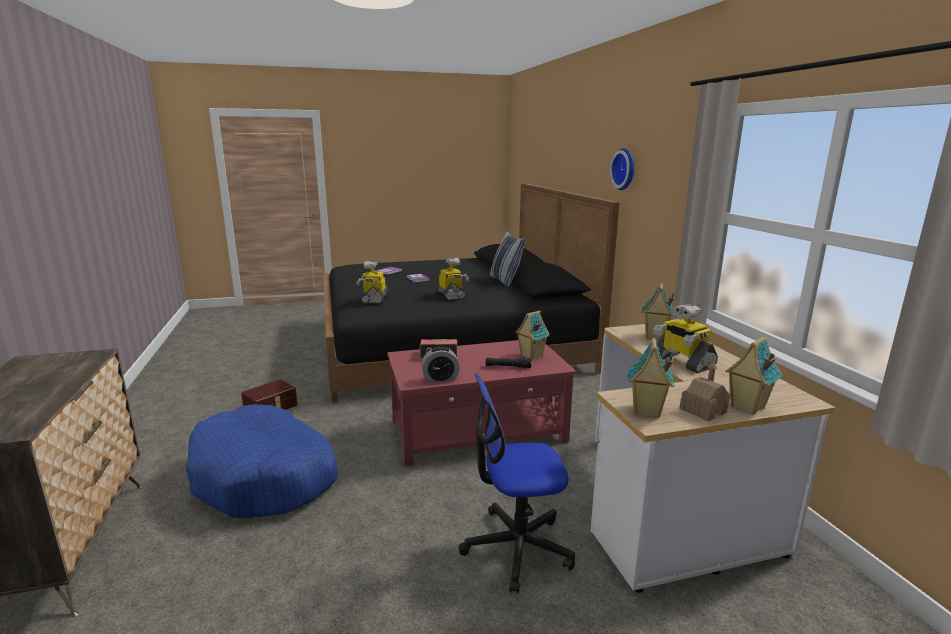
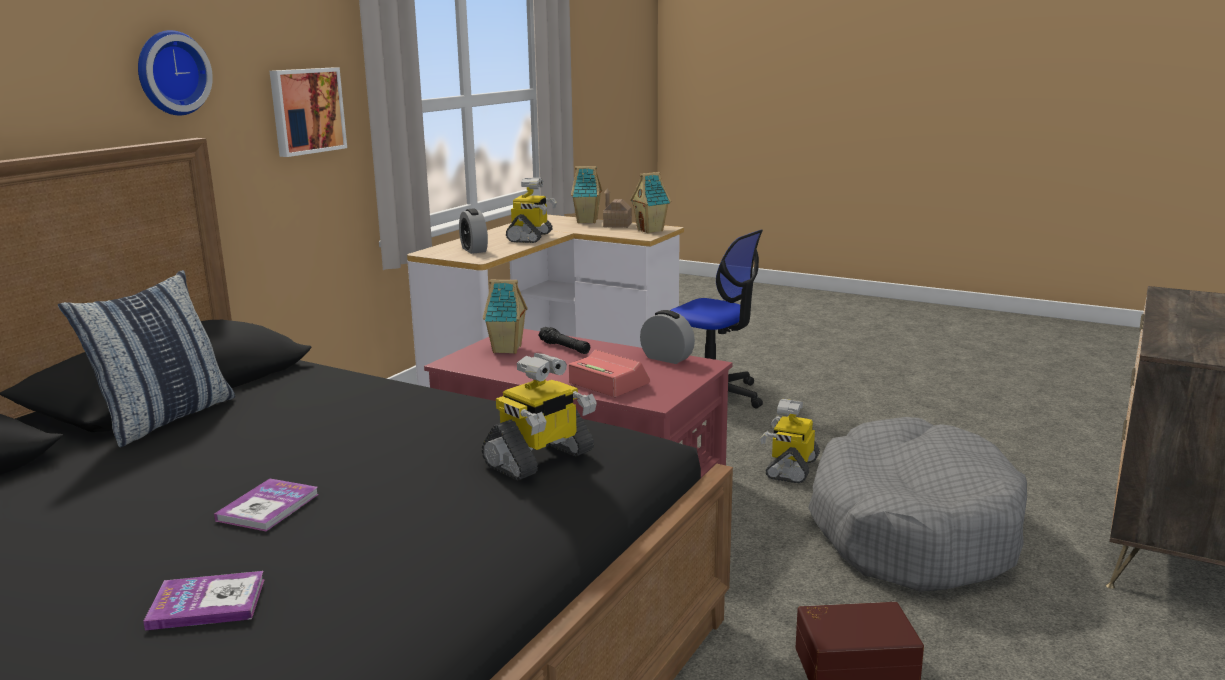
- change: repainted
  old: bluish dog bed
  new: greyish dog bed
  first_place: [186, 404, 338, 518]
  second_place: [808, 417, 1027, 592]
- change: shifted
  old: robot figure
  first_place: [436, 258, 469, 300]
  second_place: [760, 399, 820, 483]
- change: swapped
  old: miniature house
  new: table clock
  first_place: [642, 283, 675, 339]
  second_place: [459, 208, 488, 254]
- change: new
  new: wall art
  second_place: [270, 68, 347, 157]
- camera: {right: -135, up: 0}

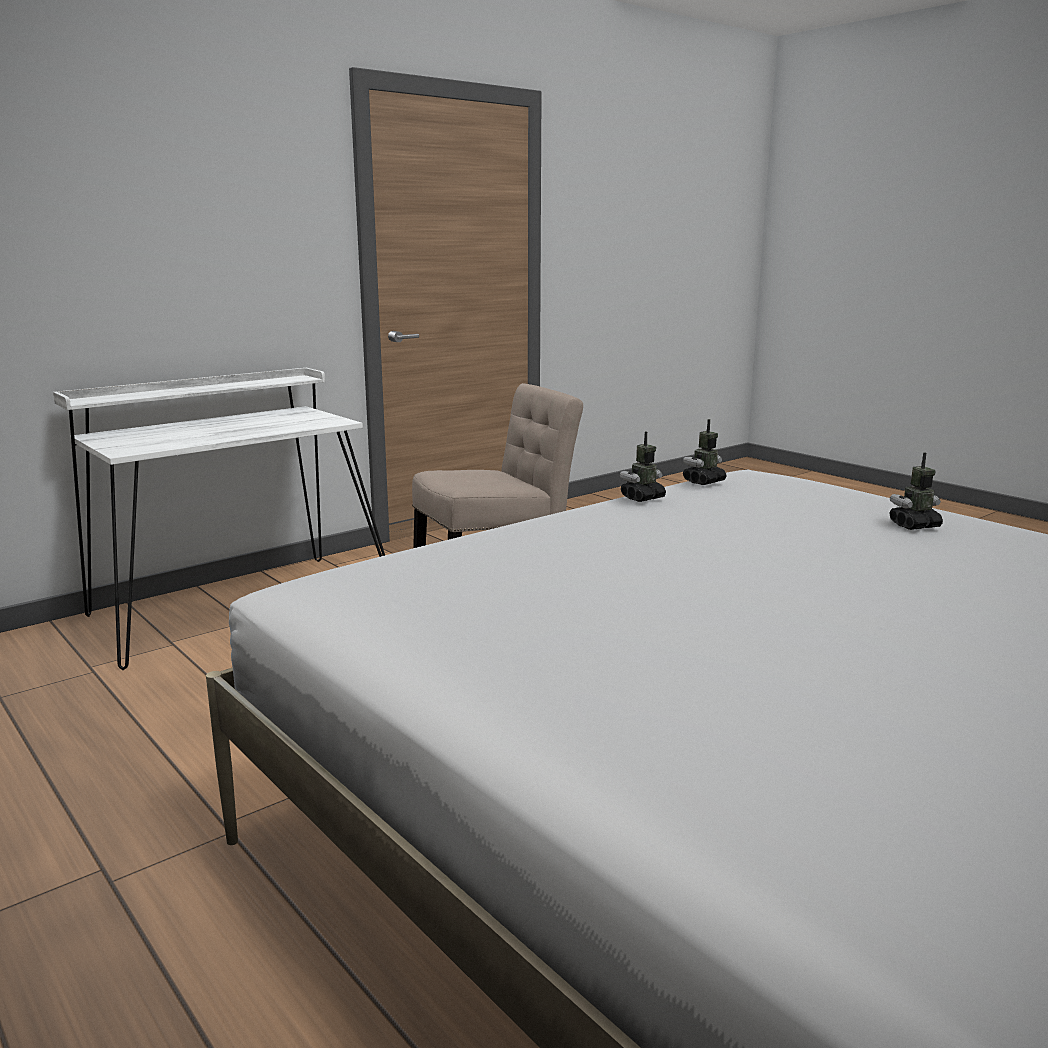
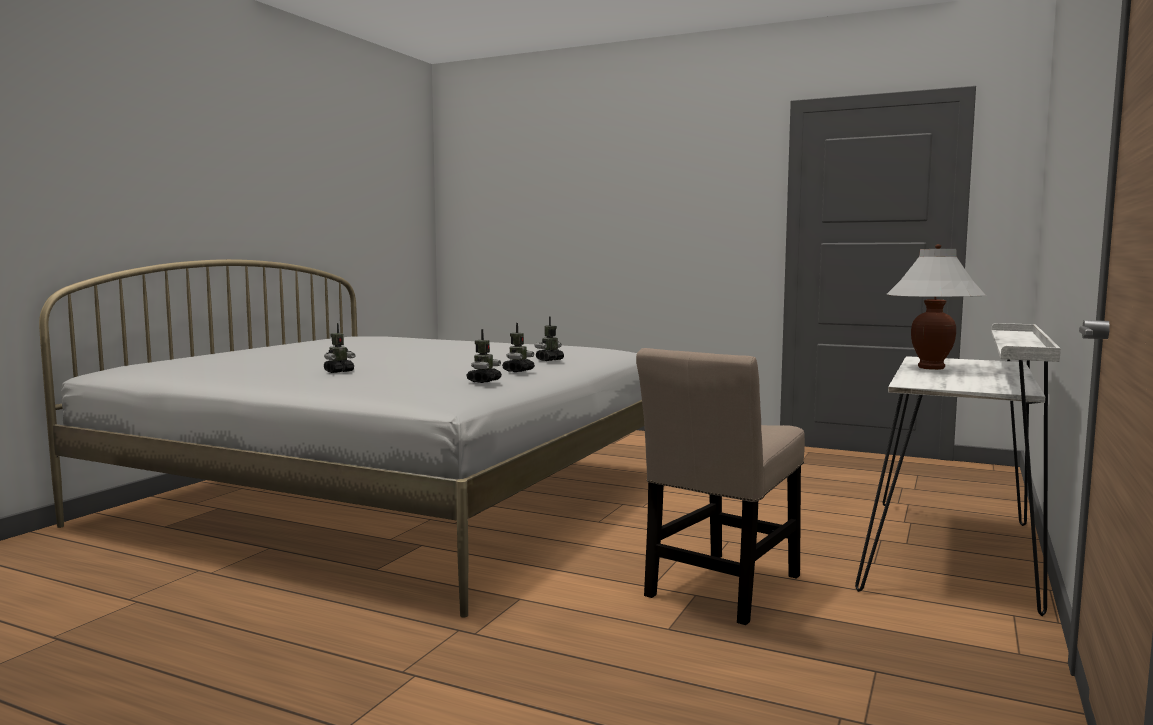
- change: new
  new: robot figure
  second_place: [535, 317, 564, 361]
- change: new
  new: whitish lamp for a table
  second_place: [887, 244, 987, 370]
- camera: {right: 155, up: -10}

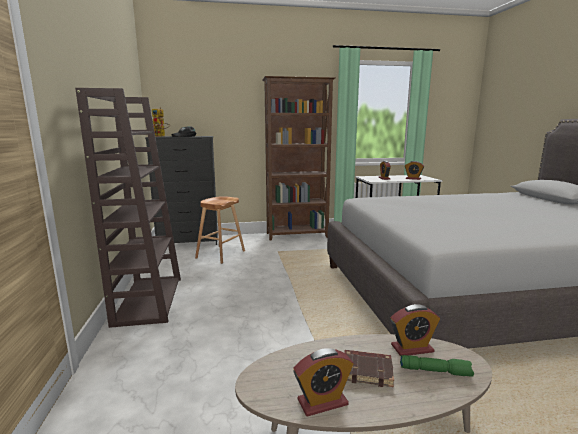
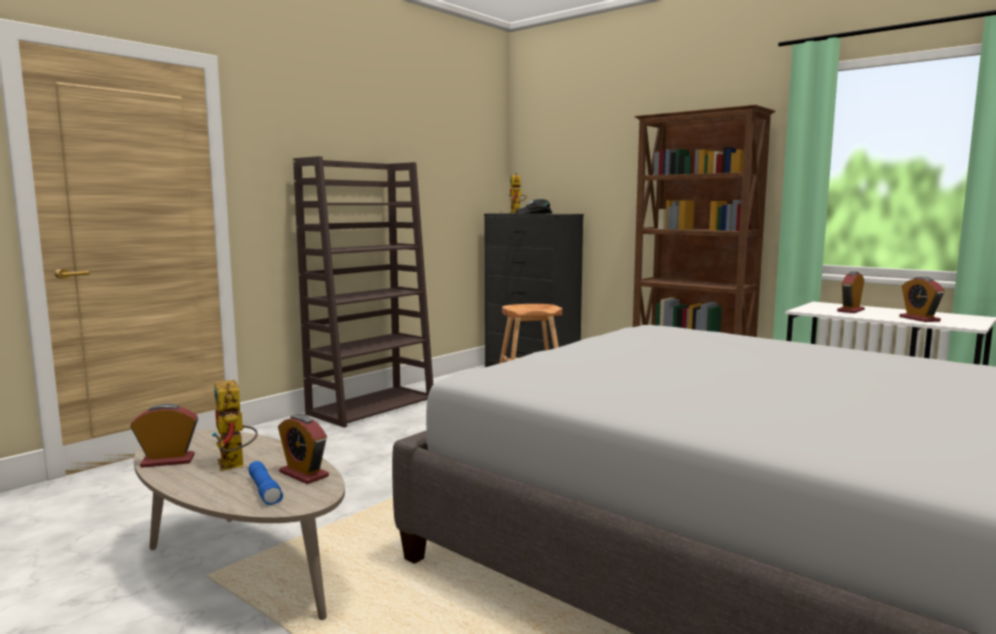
- change: rotated
  old: table clock
  first_place: [293, 348, 353, 417]
  second_place: [131, 403, 198, 468]
  degrees: 135
- change: swapped
  old: brown volume
  new: robot figure
  first_place: [344, 350, 394, 387]
  second_place: [212, 380, 258, 471]
- change: repainted
  old: green-coloured flashlight
  new: bluish flashlight
  first_place: [400, 355, 474, 377]
  second_place: [248, 461, 283, 505]
- camera: {right: 50, up: -5}

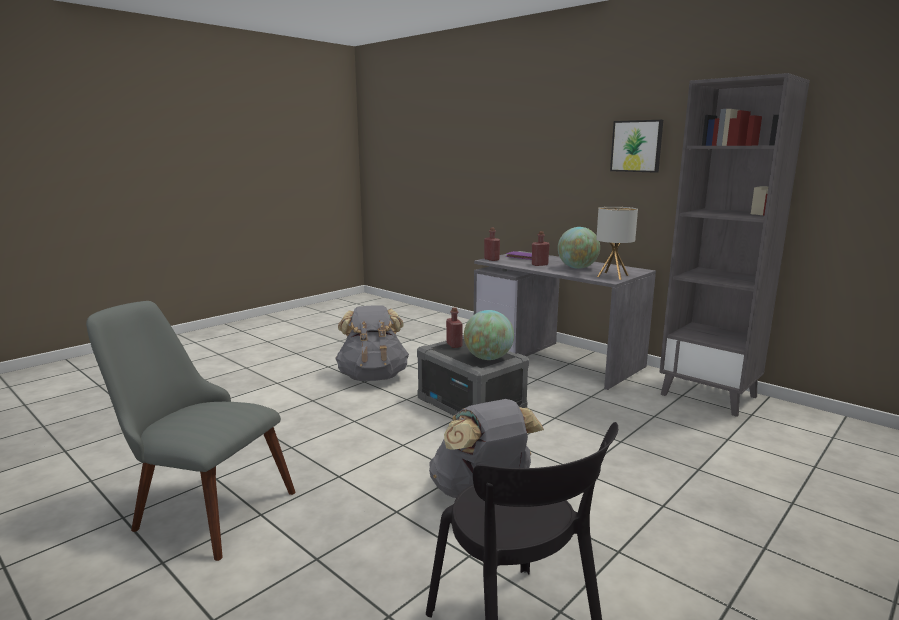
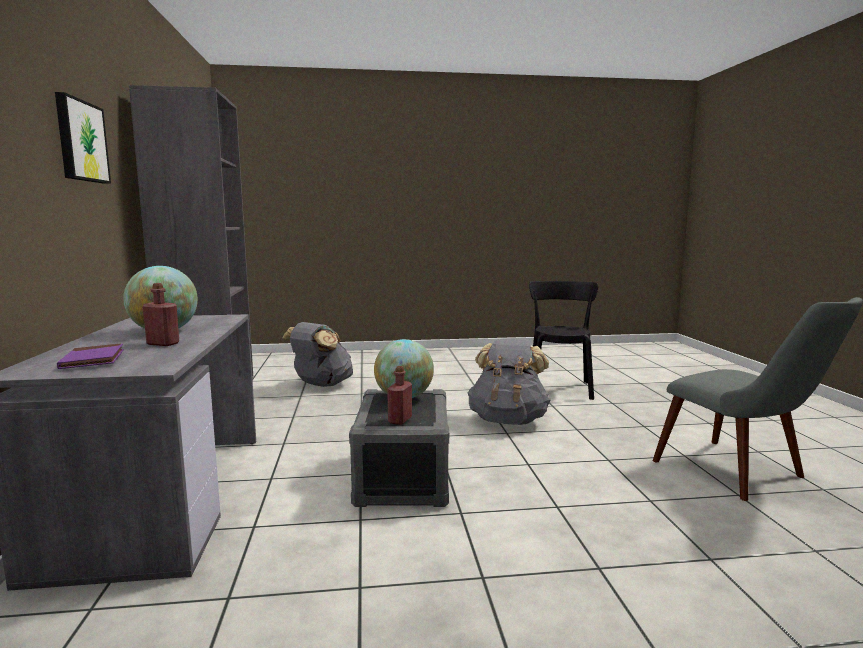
- change: shifted
  old: greyish rucksack
  first_place: [335, 305, 409, 381]
  second_place: [282, 322, 353, 387]
- change: gone
  old: reddish drink bottle
  first_place: [484, 228, 500, 261]
- change: gone
  old: lamp for a table
  first_place: [596, 207, 638, 280]
- camera: {right: -140, up: -5}

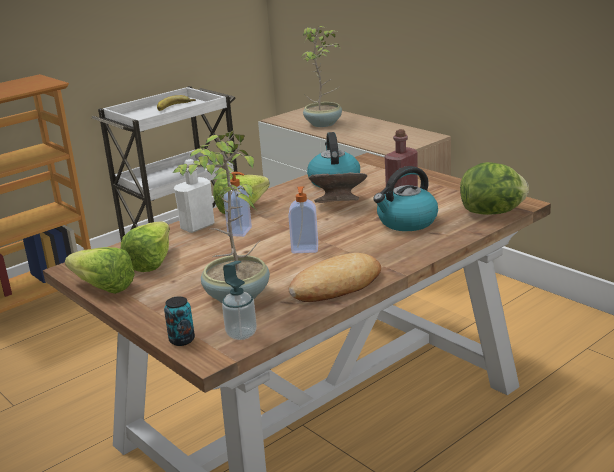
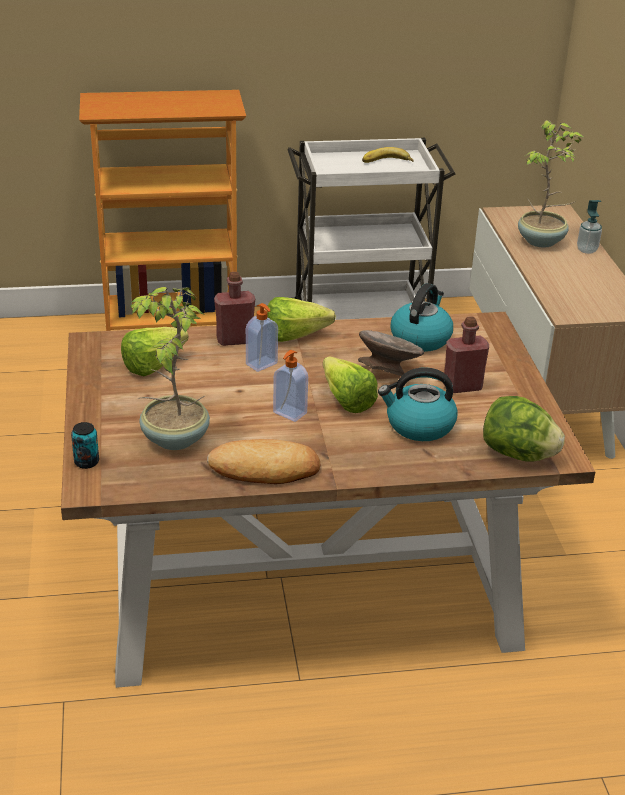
- change: shifted
  old: lettuce
  first_place: [65, 247, 135, 294]
  second_place: [323, 357, 378, 413]
- change: repainted
  old: whitish drink bottle
  new: reddish drink bottle
  first_place: [174, 159, 215, 233]
  second_place: [214, 272, 255, 346]
- change: shifted
  old: soap bottle
  first_place: [222, 261, 257, 340]
  second_place: [577, 200, 602, 254]
- camera: {right: 30, up: 10}

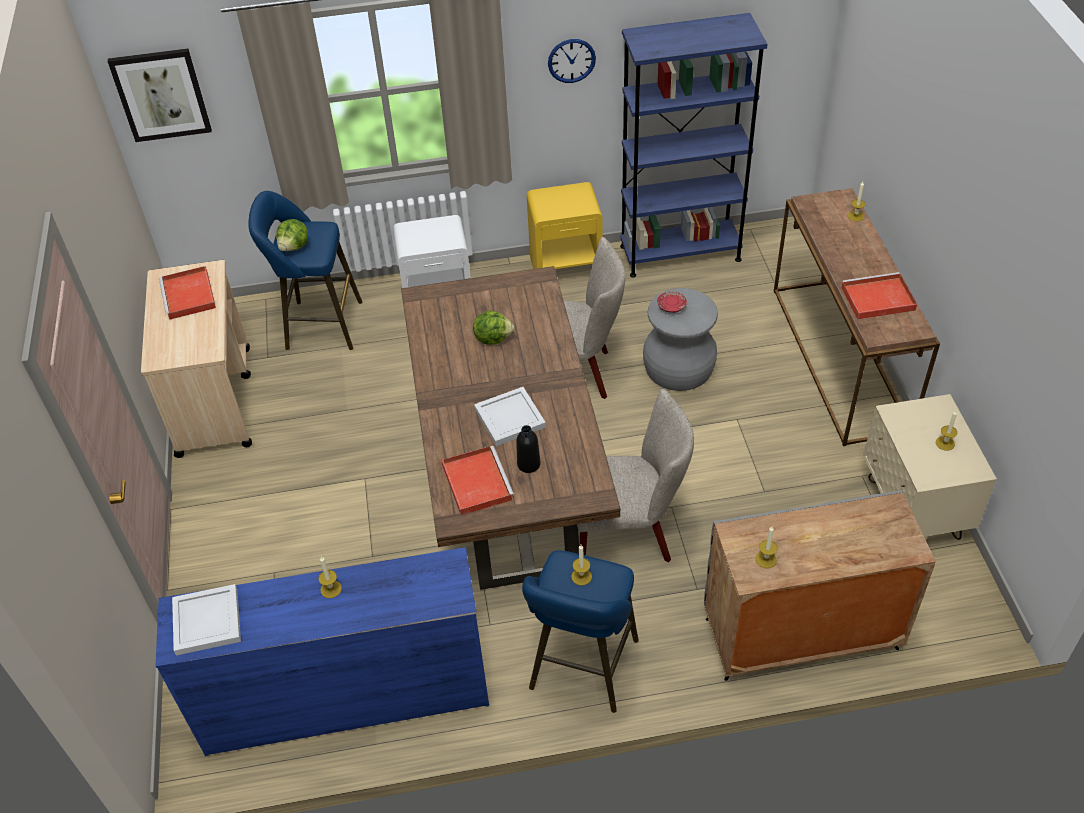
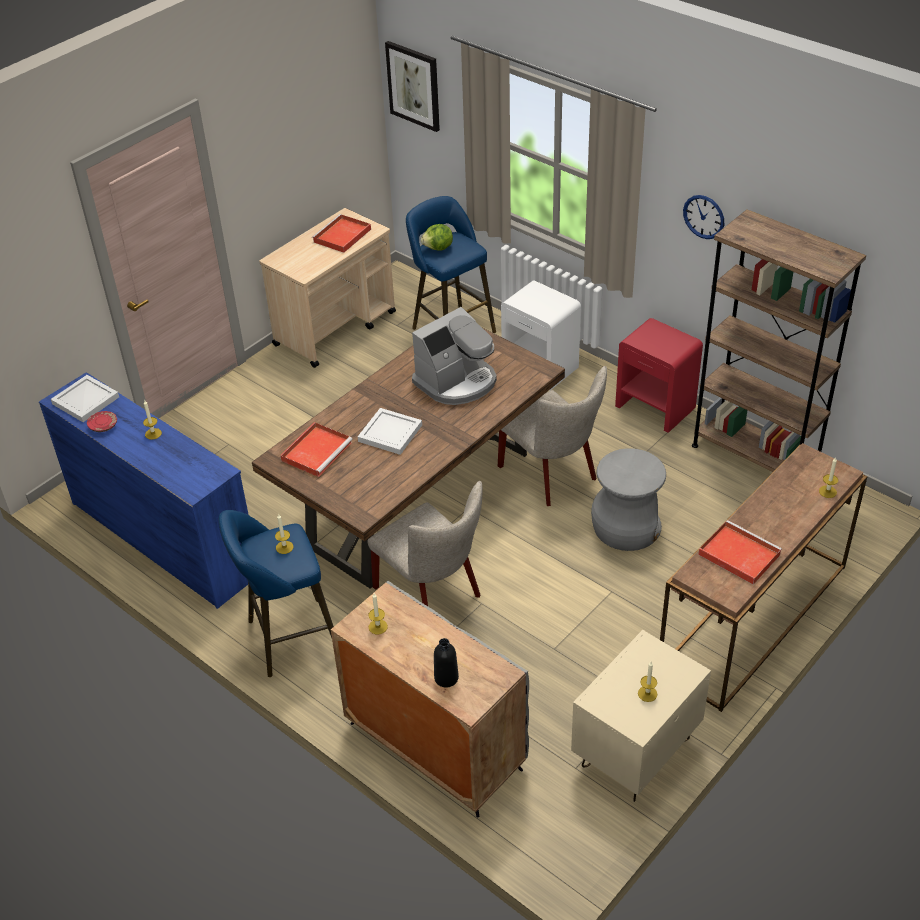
- change: swapped
  old: lettuce
  new: coffee machine
  first_place: [473, 310, 514, 345]
  second_place: [412, 307, 497, 405]
- change: shifted
  old: black-coloured drink bottle
  first_place: [516, 425, 540, 473]
  second_place: [434, 638, 459, 687]
- change: repainted
  old: yellow bedside table
  new: reddish bedside table
  first_place: [527, 182, 603, 269]
  second_place: [615, 318, 703, 433]
- change: repainted
  old: bluish bookcase
  new: brown bookcase
  first_place: [620, 13, 767, 278]
  second_place: [692, 209, 866, 472]
- change: shifted
  old: reddish flat dish
  first_place: [657, 291, 687, 313]
  second_place: [87, 411, 117, 432]
- camera: {right: 50, up: -5}

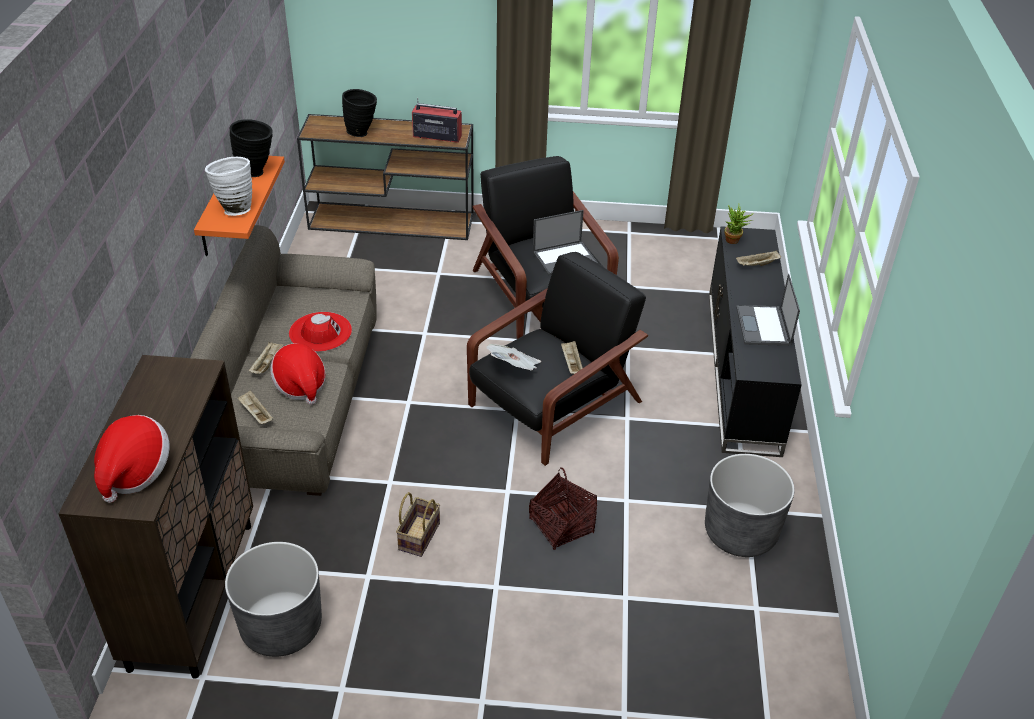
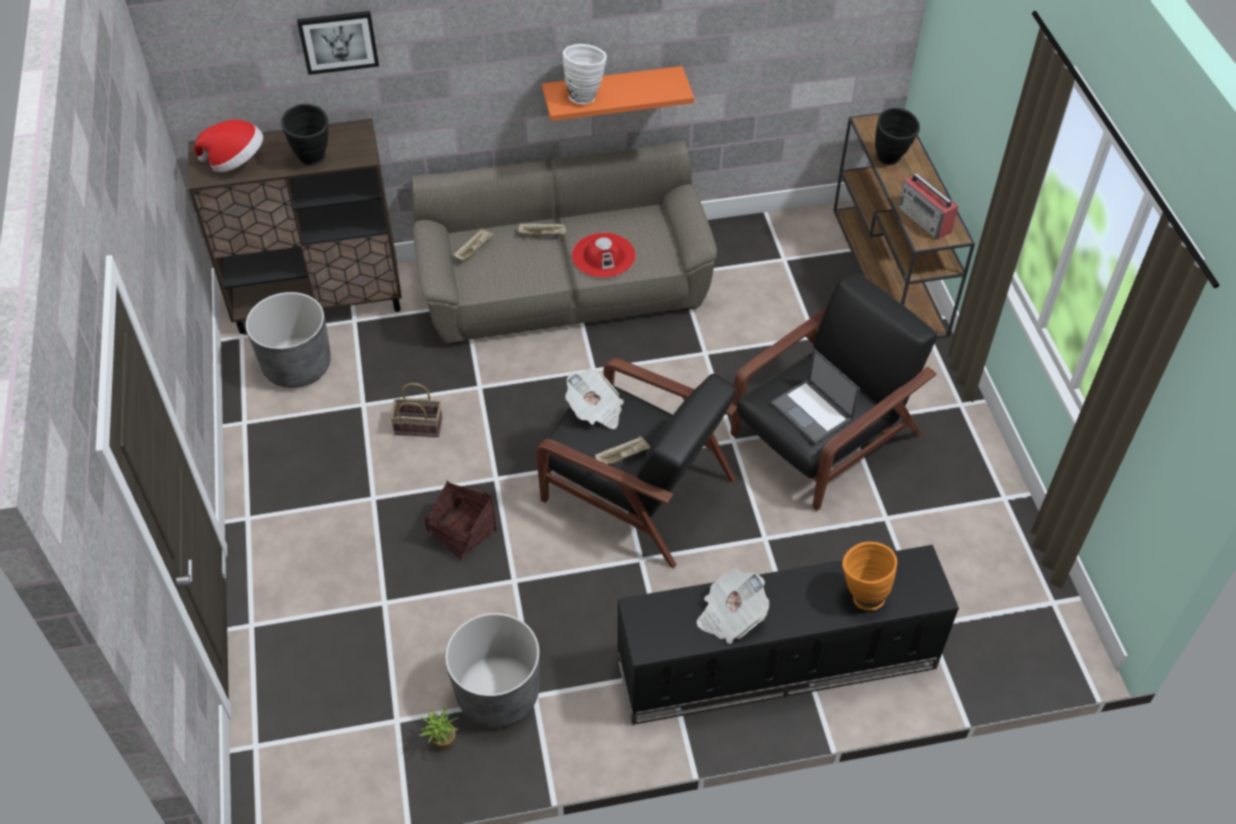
- change: shifted
  old: black-coloured vase
  first_place: [230, 119, 272, 177]
  second_place: [281, 104, 328, 166]
- change: gone
  old: wearable hat
  first_place: [270, 344, 325, 405]
- change: rotated
  old: radio receiver
  first_place: [412, 98, 462, 143]
  second_place: [898, 173, 958, 240]
  degrees: 150
- change: shifted
  old: plant in a pot
  first_place: [724, 204, 754, 244]
  second_place: [420, 705, 459, 749]
- change: swapped
  old: beige-coloured carrying tray
  new: orange-coloured vase
  first_place: [736, 250, 781, 266]
  second_place: [842, 542, 898, 610]
- change: swapped
  old: laptop
  new: daily paper
  first_place: [736, 274, 800, 346]
  second_place: [697, 569, 769, 644]
- change: new
  new: wall art
  second_place: [297, 11, 379, 75]
- camera: {right: 75, up: 10}

